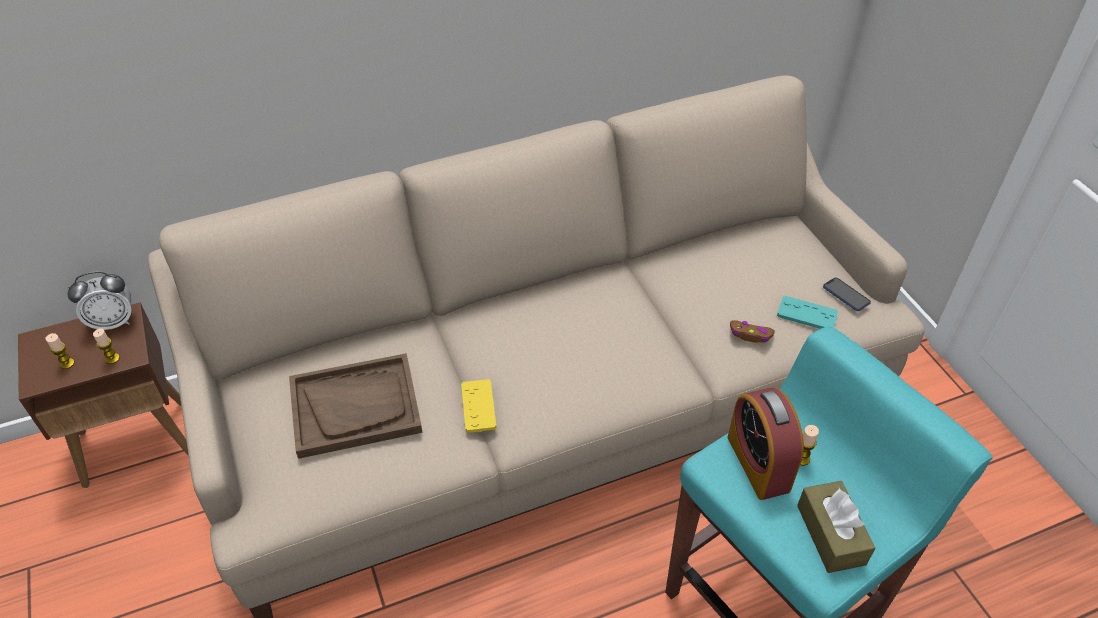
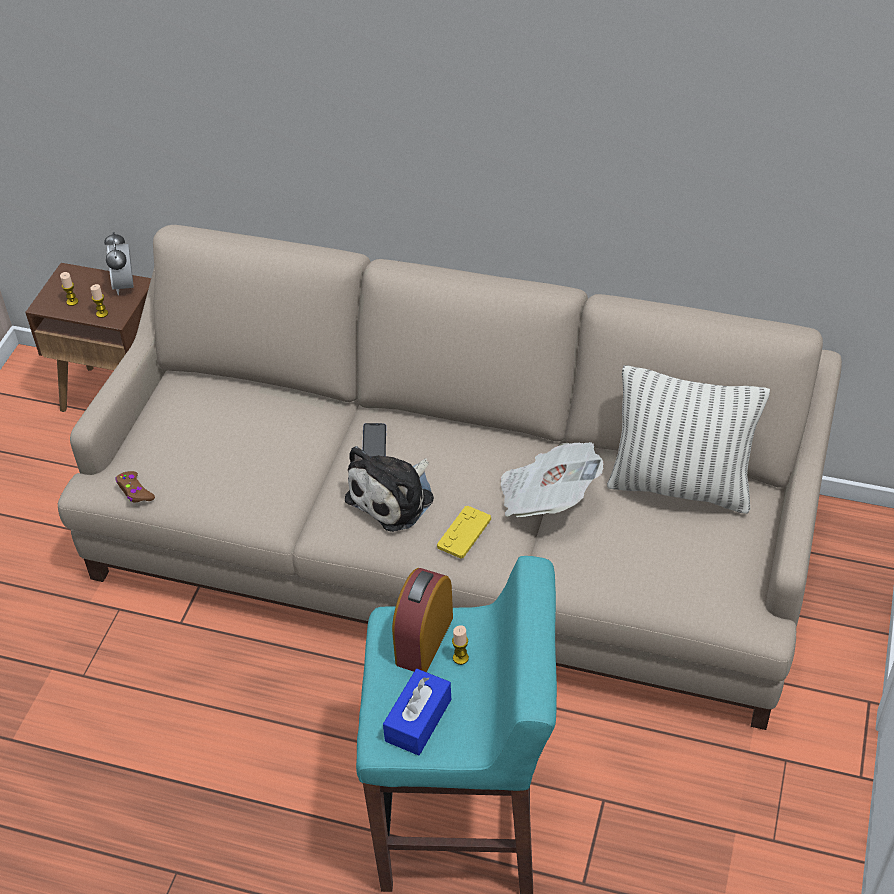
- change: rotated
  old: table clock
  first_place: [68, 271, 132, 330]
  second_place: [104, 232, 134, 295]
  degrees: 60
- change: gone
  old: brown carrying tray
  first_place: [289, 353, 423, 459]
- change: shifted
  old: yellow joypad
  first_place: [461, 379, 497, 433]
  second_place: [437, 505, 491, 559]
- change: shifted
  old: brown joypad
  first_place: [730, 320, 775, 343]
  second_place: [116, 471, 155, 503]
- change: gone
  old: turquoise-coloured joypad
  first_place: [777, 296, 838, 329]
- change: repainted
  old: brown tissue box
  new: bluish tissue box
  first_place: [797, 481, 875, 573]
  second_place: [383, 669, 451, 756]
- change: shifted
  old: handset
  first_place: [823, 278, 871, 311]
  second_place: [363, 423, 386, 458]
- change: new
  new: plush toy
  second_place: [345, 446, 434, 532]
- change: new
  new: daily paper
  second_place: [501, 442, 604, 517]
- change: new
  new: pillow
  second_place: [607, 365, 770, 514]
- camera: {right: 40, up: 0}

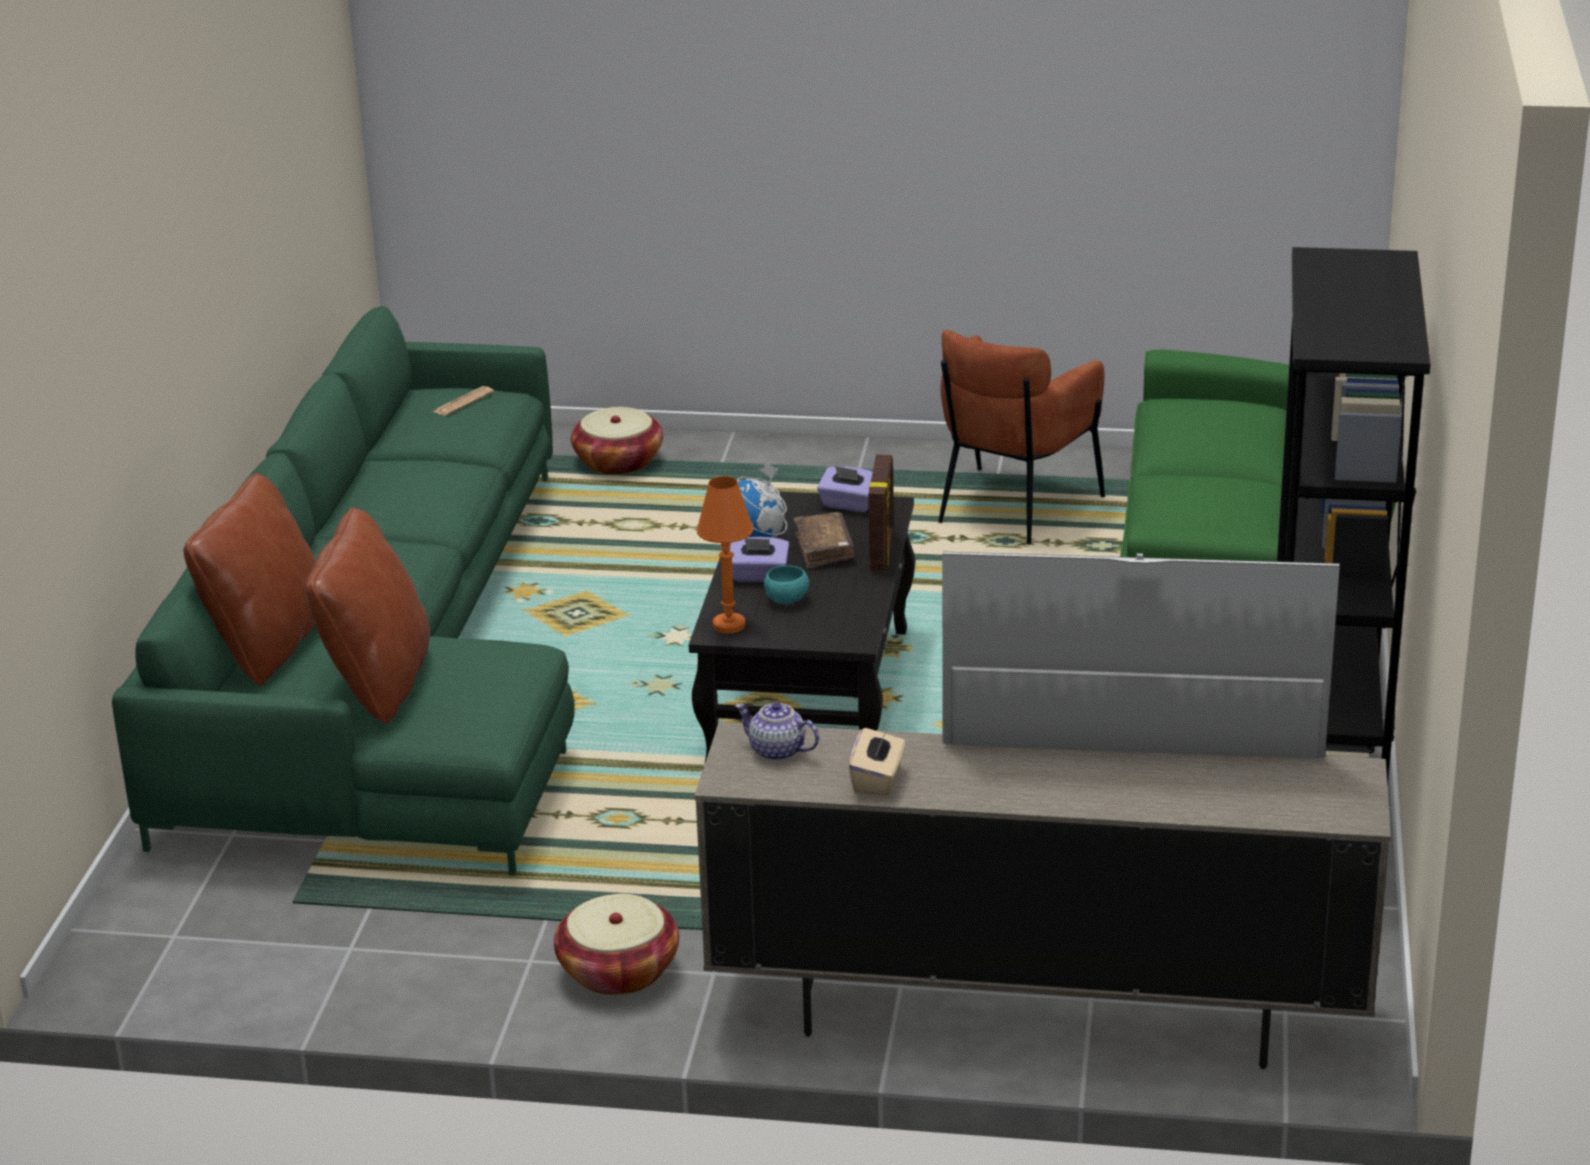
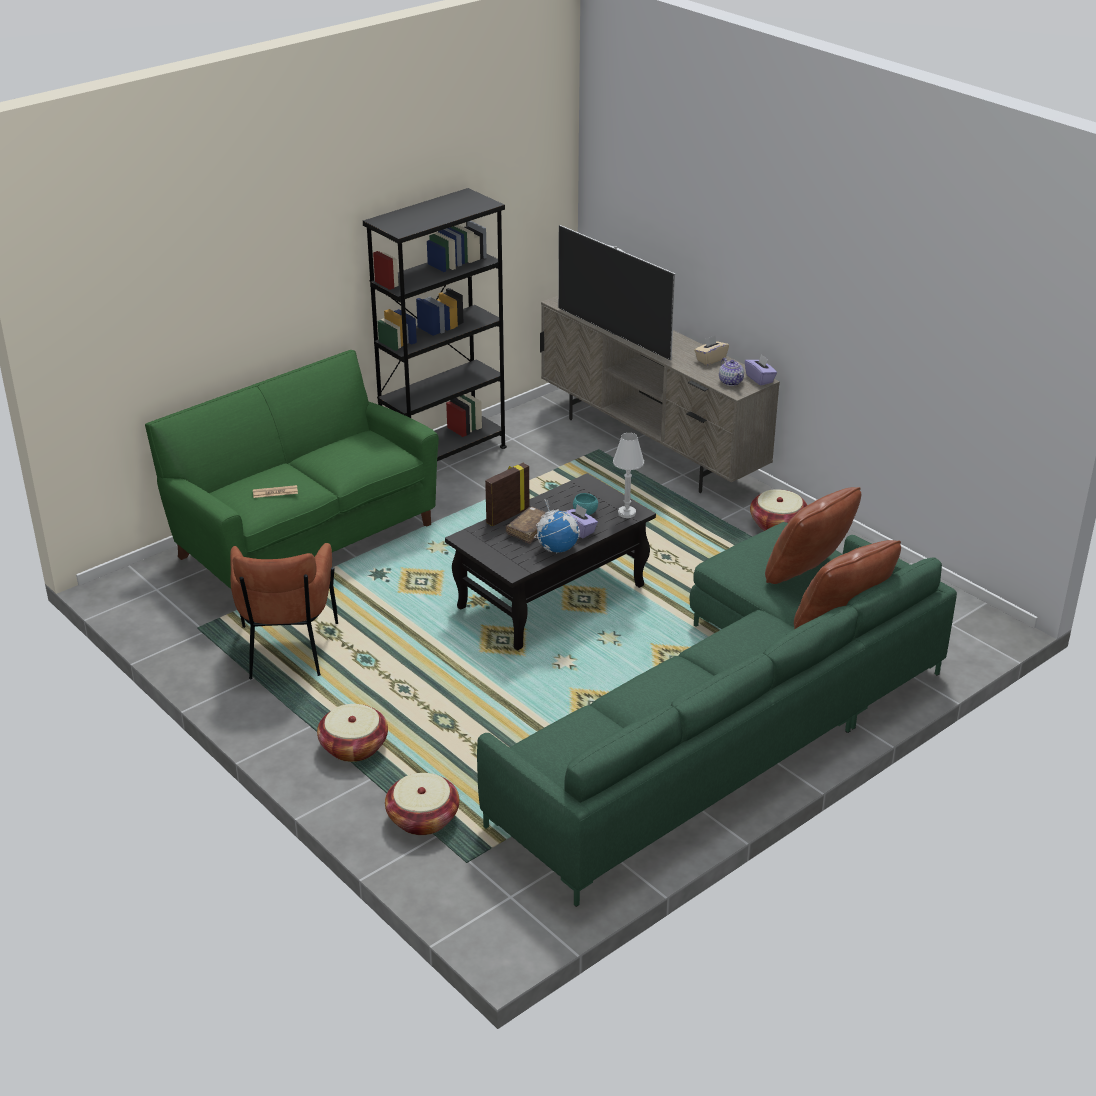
- change: shifted
  old: daily paper
  first_place: [432, 386, 494, 416]
  second_place: [253, 485, 298, 498]
- change: repainted
  old: orange-coloured lamp for a table
  new: whitish lamp for a table
  first_place: [697, 476, 754, 634]
  second_place: [613, 433, 644, 518]
- change: shifted
  old: purple tissue box
  first_place: [817, 466, 873, 512]
  second_place: [745, 354, 777, 385]
- change: rotated
  old: brown armchair
  first_place: [938, 330, 1105, 545]
  second_place: [230, 543, 339, 679]
  degrees: 105
- change: new
  new: household basket
  second_place: [317, 704, 388, 762]
- camera: {right: -140, up: 5}

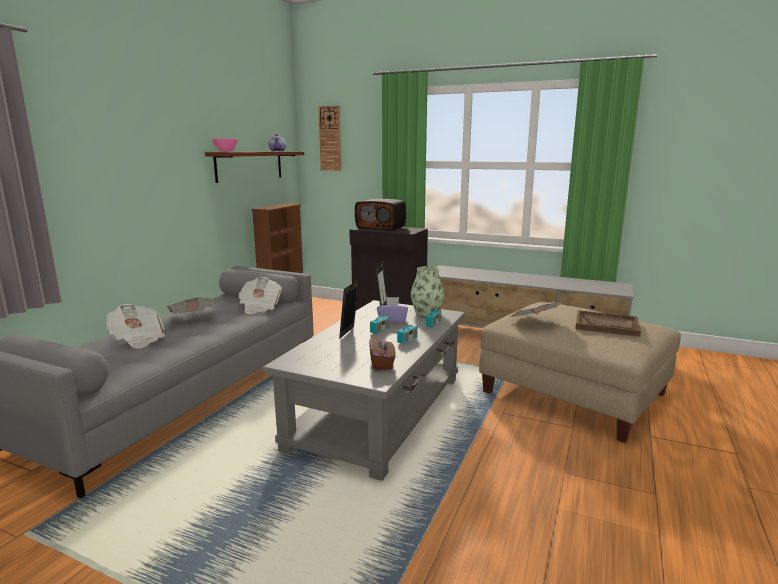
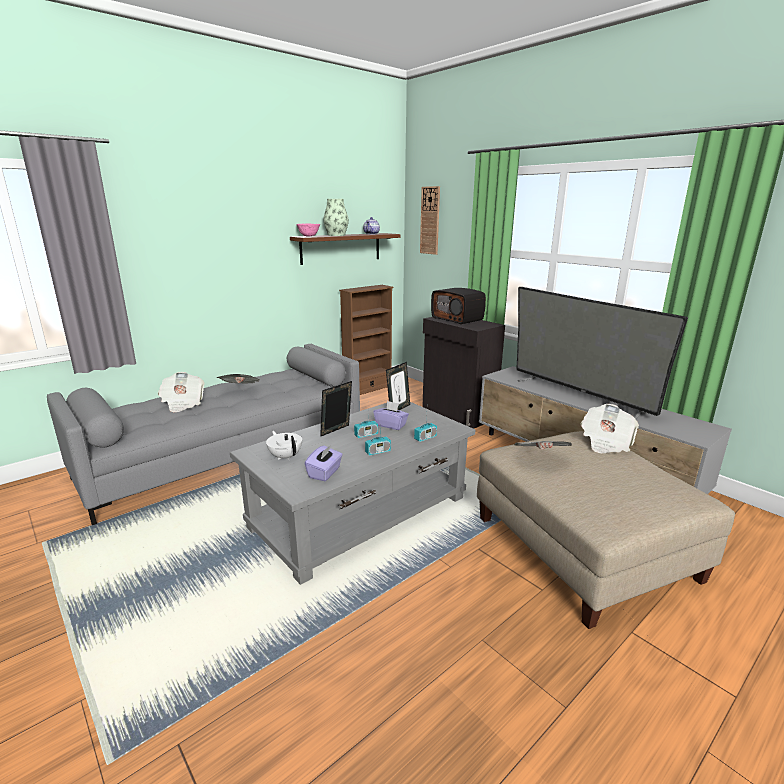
- change: shifted
  old: daily paper
  first_place: [238, 277, 282, 314]
  second_place: [581, 404, 639, 453]
- change: repainted
  old: brown tissue box
  new: purple tissue box
  first_place: [369, 335, 396, 370]
  second_place: [304, 444, 343, 481]
- change: shifted
  old: vase
  first_place: [411, 266, 444, 316]
  second_place: [323, 199, 349, 236]
- change: gone
  old: brown carrying tray
  first_place: [575, 310, 641, 337]
- change: new
  new: whitish pot for tea
  second_place: [266, 431, 302, 460]
- change: new
  new: TV
  second_place: [516, 287, 688, 419]
- camera: {right: 25, up: 5}

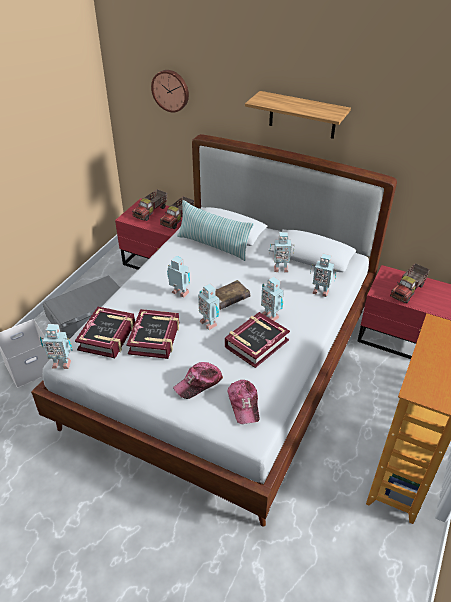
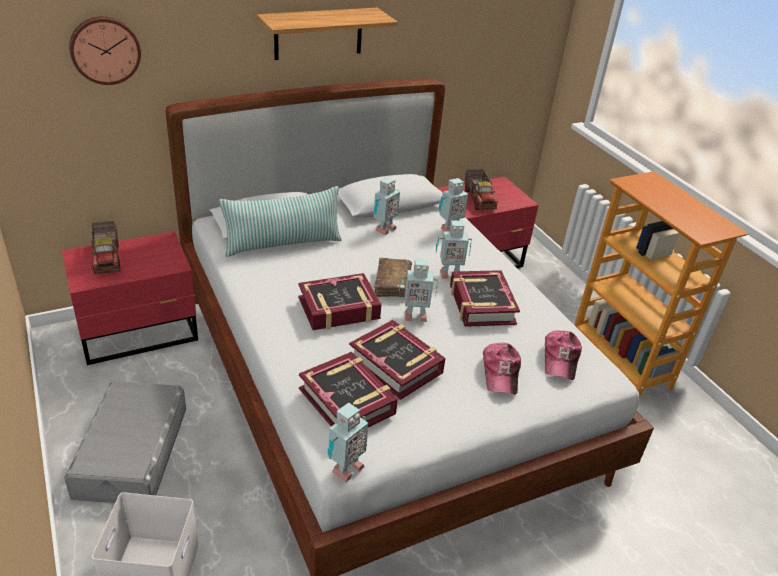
- change: gone
  old: toy lorry
  first_place: [160, 196, 194, 229]
- change: swapped
  old: robot figure
  new: volume
  first_place: [167, 256, 190, 298]
  second_place: [298, 273, 382, 330]
- change: rotated
  old: peaked cap
  first_place: [228, 380, 259, 424]
  second_place: [545, 330, 582, 380]
  degrees: 75
- camera: {right: -55, up: -5}

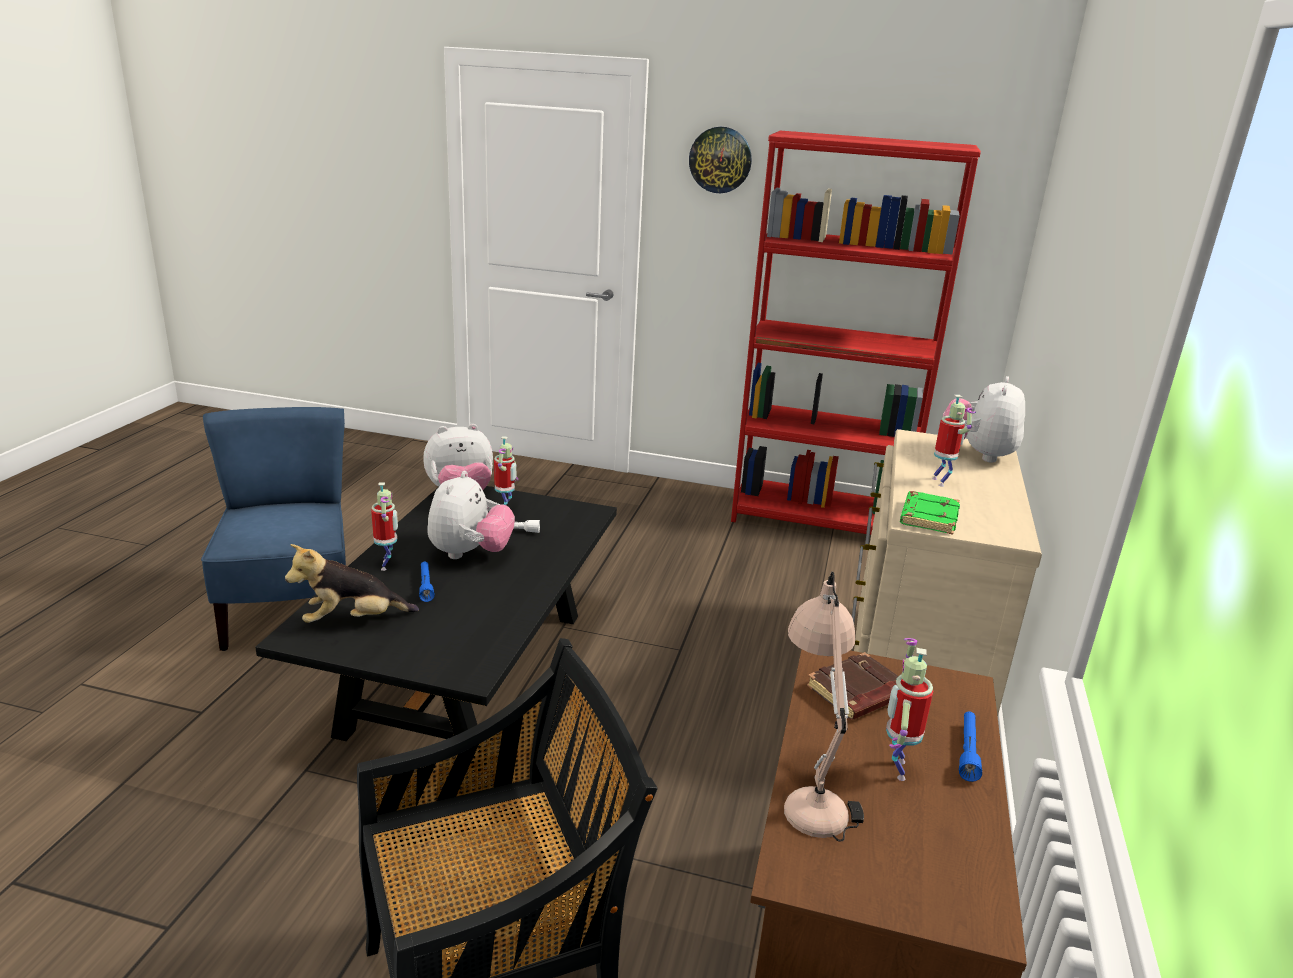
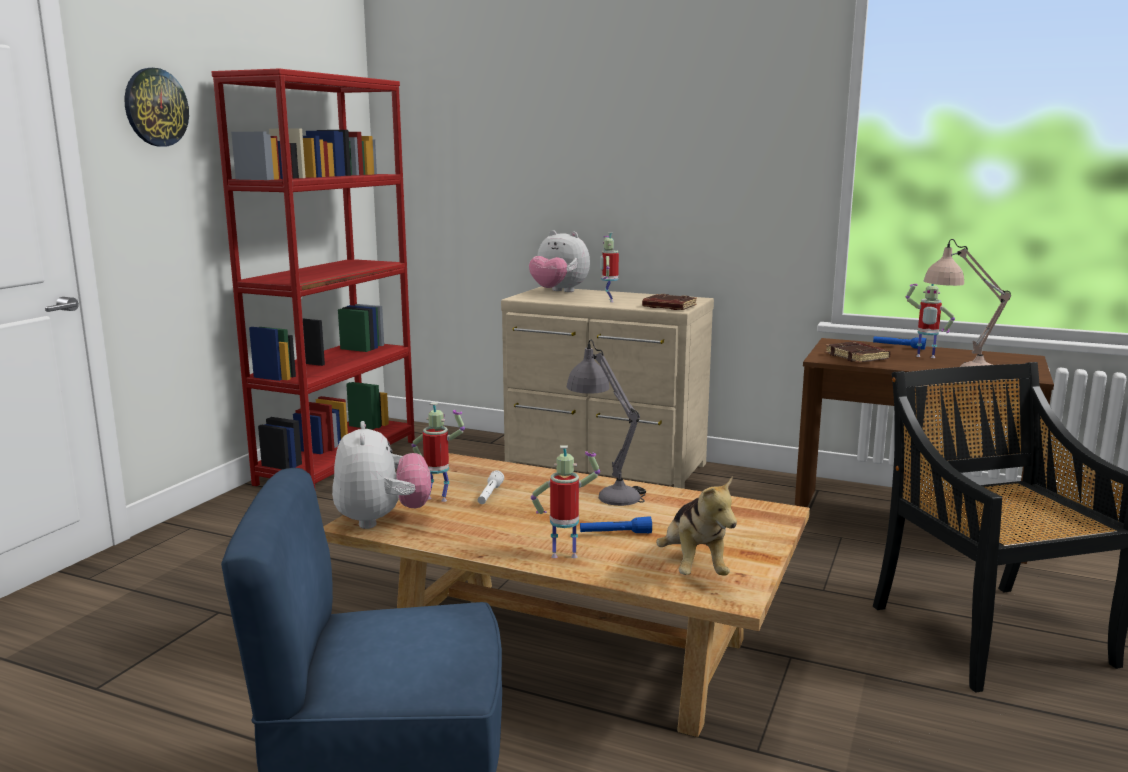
- change: repainted
  old: black-coloured low table
  new: beige-coloured low table
  first_place: [255, 486, 617, 771]
  second_place: [323, 453, 810, 737]
- change: gone
  old: plush toy
  first_place: [427, 471, 515, 559]
- change: repainted
  old: green-coloured volume
  new: brown volume
  first_place: [900, 491, 960, 535]
  second_place: [642, 294, 697, 310]
- change: rotated
  old: robot figure
  first_place: [932, 395, 976, 487]
  second_place: [600, 232, 619, 302]
  degrees: -90
- change: new
  new: greyish lamp for a table
  second_place: [567, 339, 646, 506]
- camera: {right: -80, up: -10}

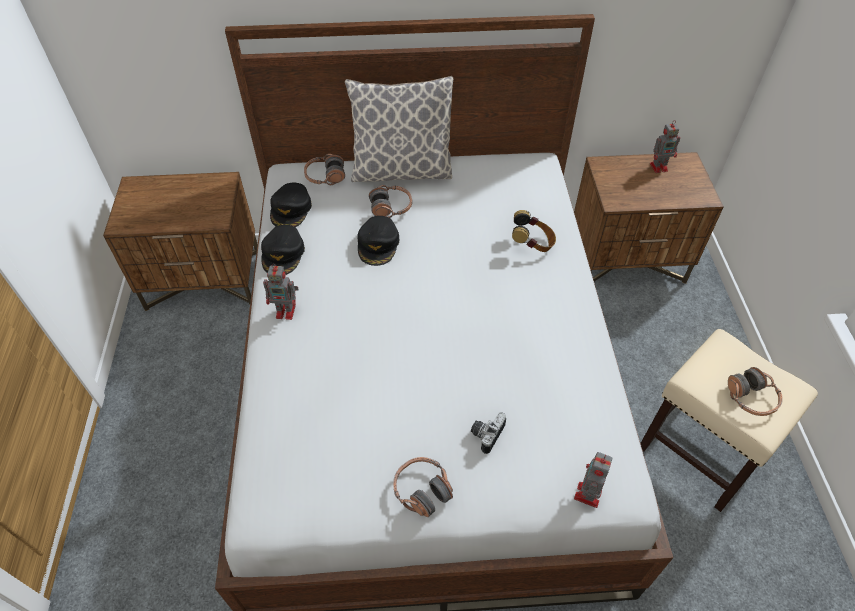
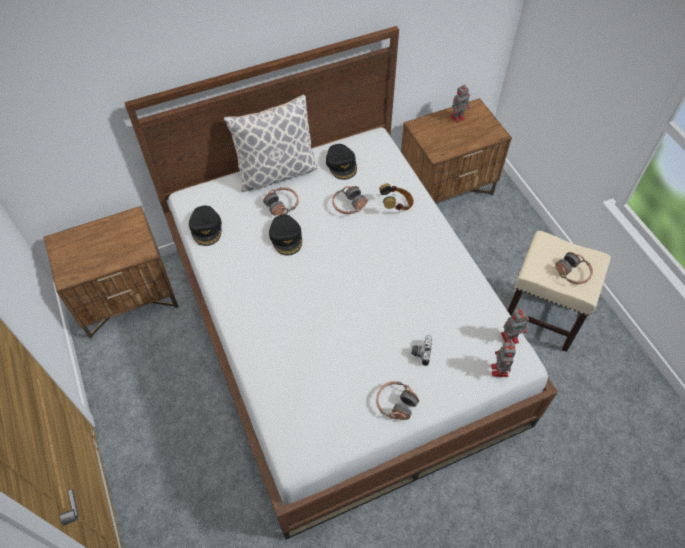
- change: shifted
  old: black-coloured peaked cap
  first_place: [261, 225, 305, 275]
  second_place: [326, 144, 357, 180]
- change: shifted
  old: robot figure
  first_place: [263, 264, 299, 320]
  second_place: [501, 308, 529, 344]
- change: shifted
  old: pair of headphones
  first_place: [304, 154, 345, 185]
  second_place: [332, 186, 367, 214]
- camera: {right: -20, up: 5}

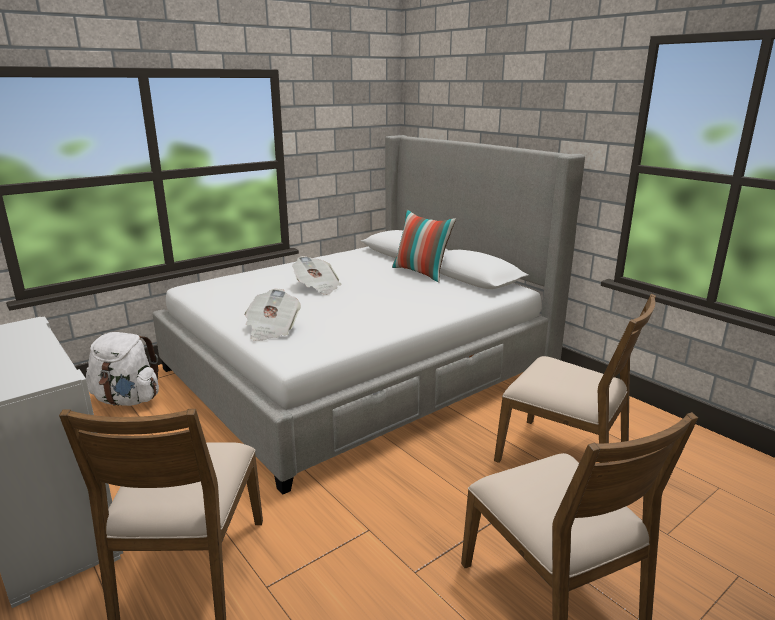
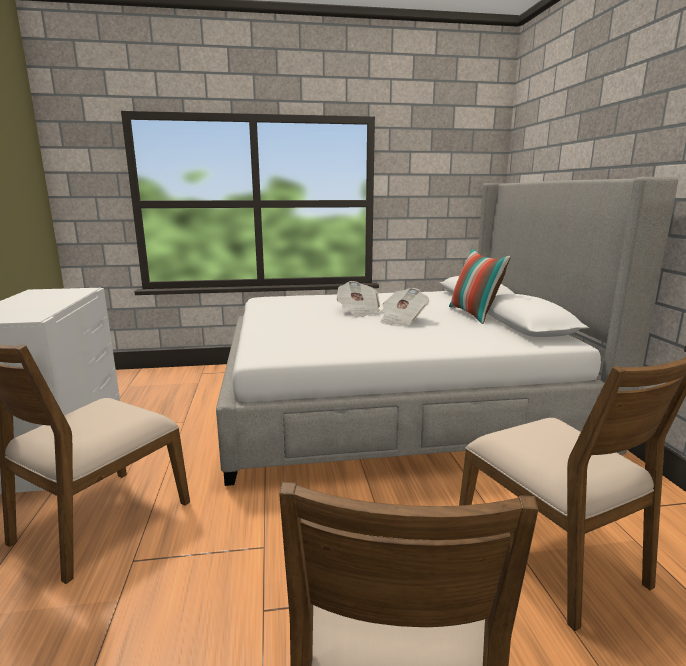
- change: gone
  old: whitish rucksack
  first_place: [86, 332, 159, 406]
- change: shifted
  old: daily paper
  first_place: [245, 289, 301, 341]
  second_place: [381, 288, 429, 325]
- camera: {right: 30, up: -5}

